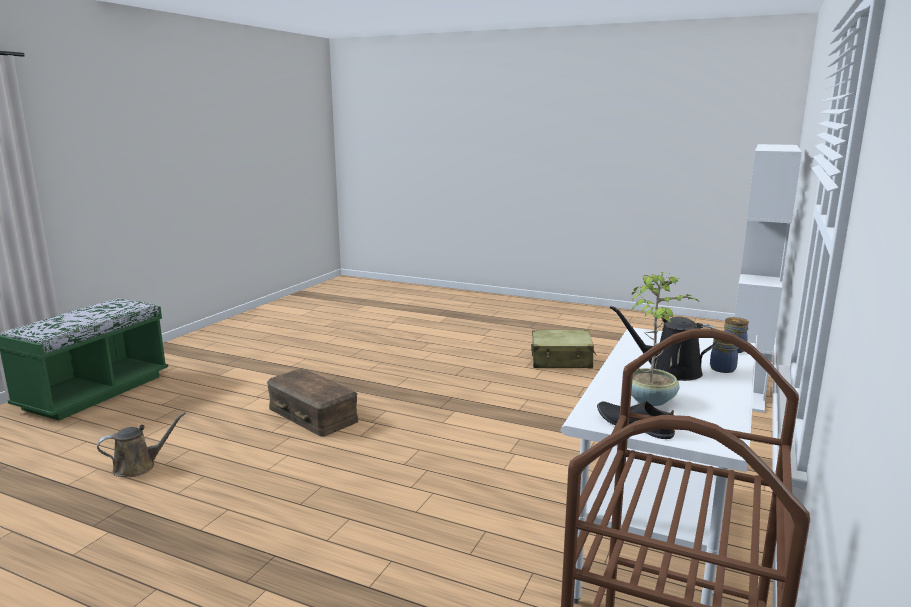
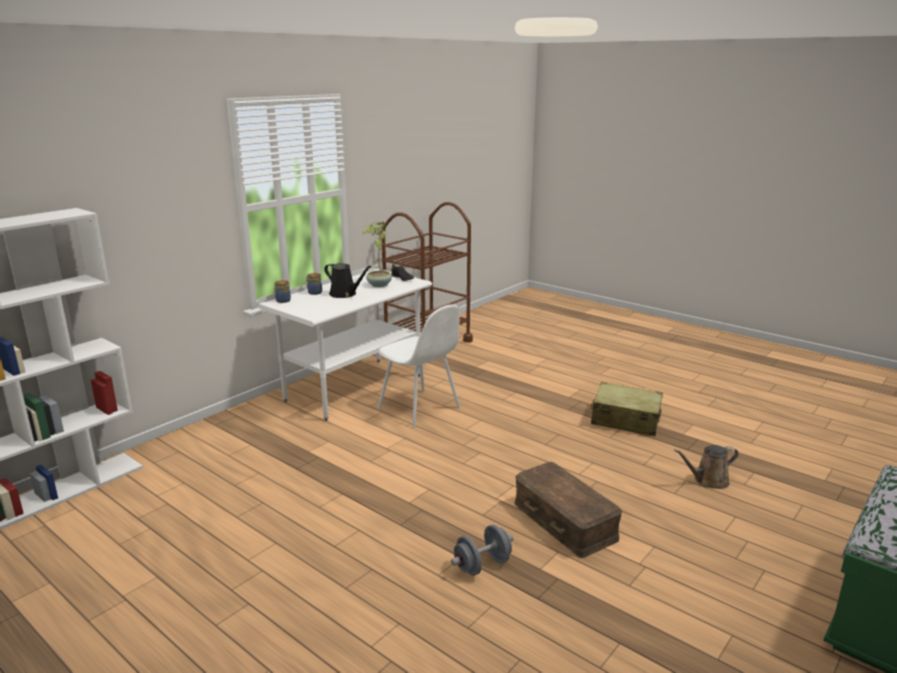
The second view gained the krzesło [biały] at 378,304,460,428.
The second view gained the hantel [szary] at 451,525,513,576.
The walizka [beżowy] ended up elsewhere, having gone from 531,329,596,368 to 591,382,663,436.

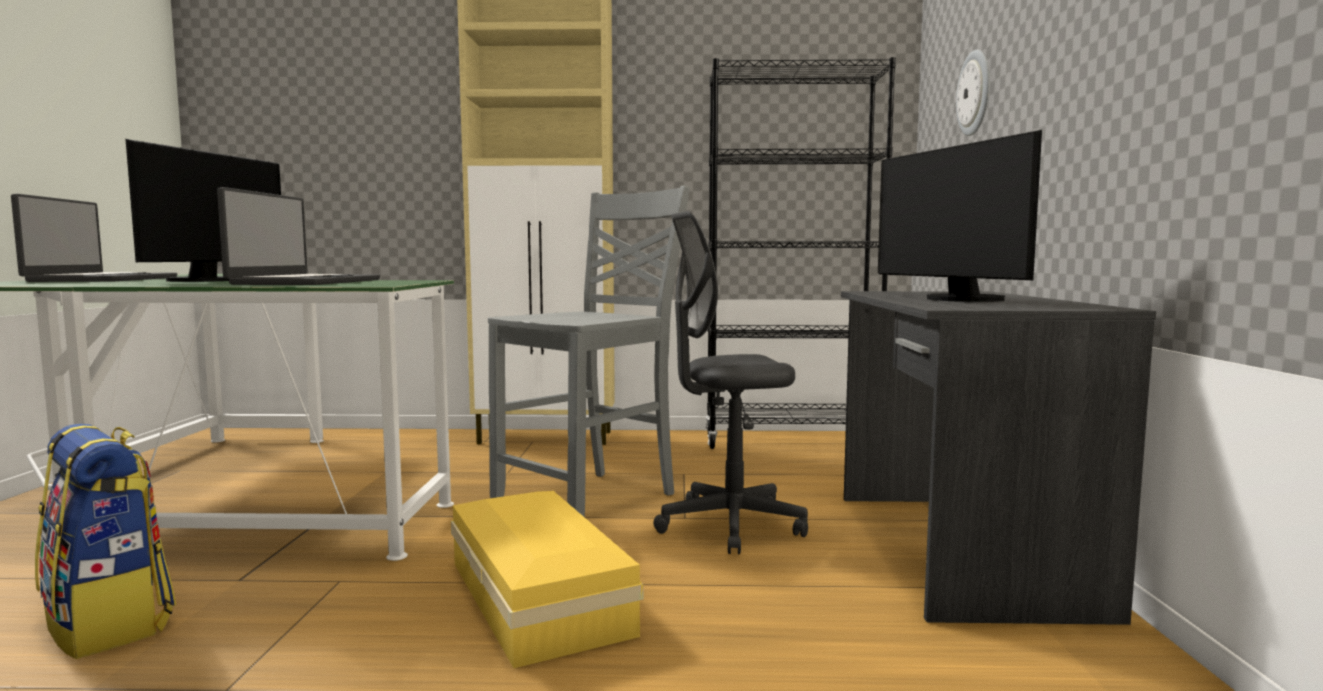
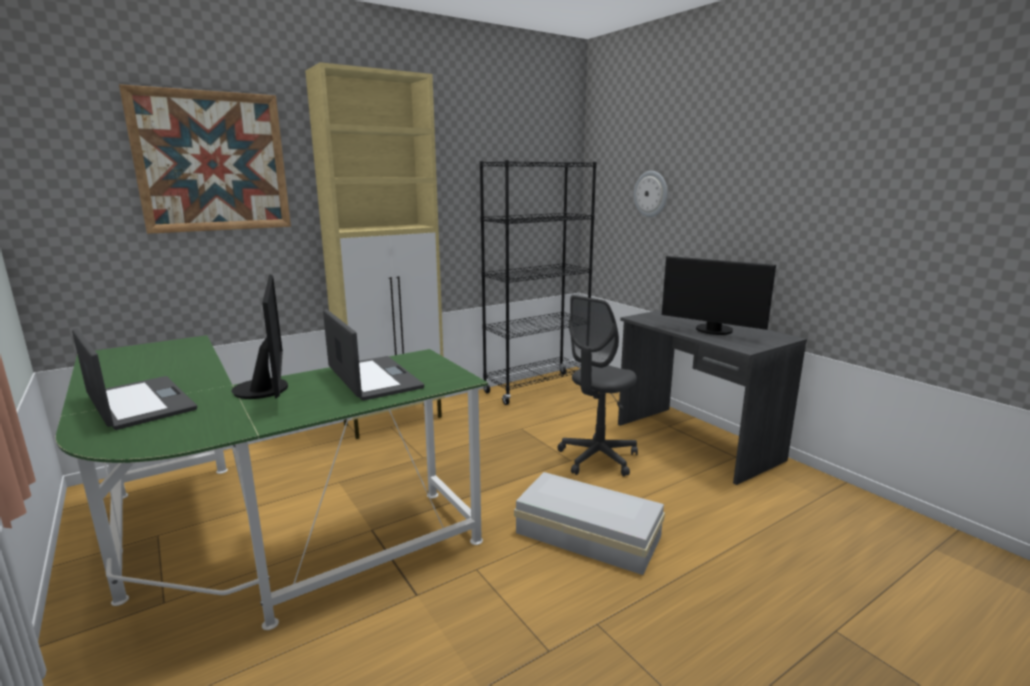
The second view gained the obraz at 119,84,291,234.
What was the pojemnik do przechowywania [żółty] at 451,491,643,668 turned into the pojemnik do przechowywania [biały] at 514,472,665,575.
The second view lost the plecak at 35,424,176,659.
The second view lost the krzesło [szary] at 488,186,690,517.

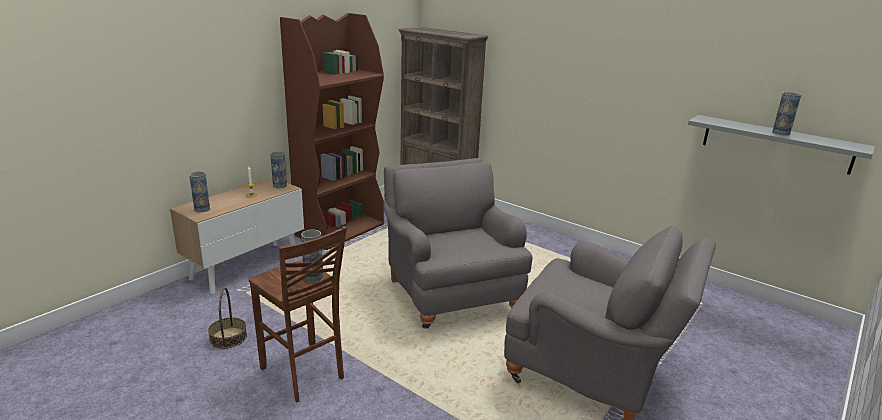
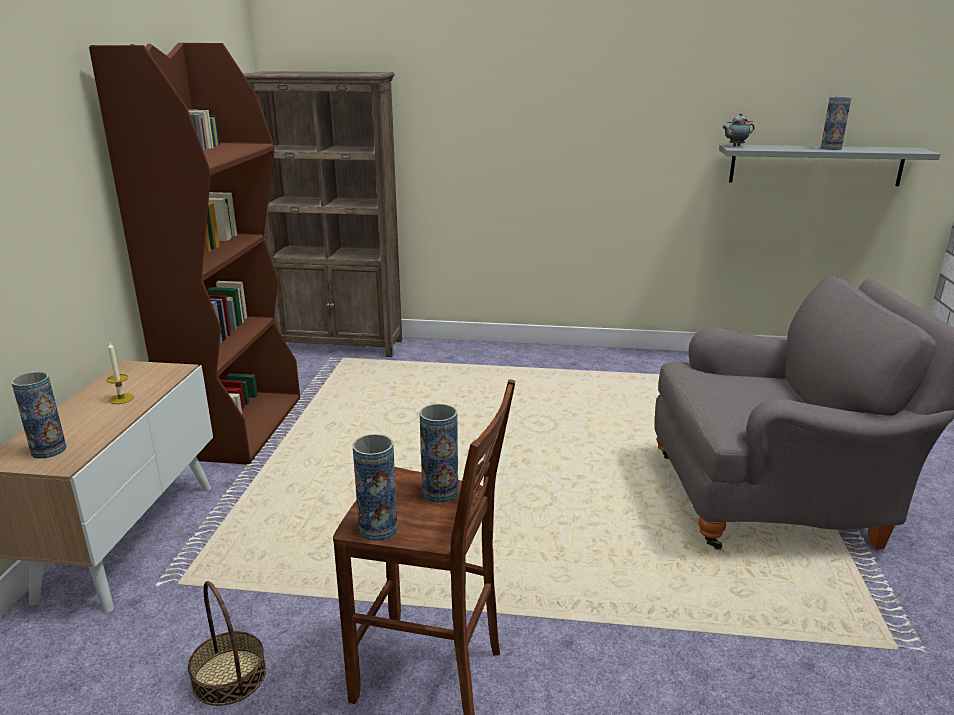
The wazon ended up elsewhere, having gone from 270,152,287,188 to 353,434,398,541.
The second view gained the imbryk at 722,113,755,146.
The second view lost the fotel [szary] at 383,158,533,329.

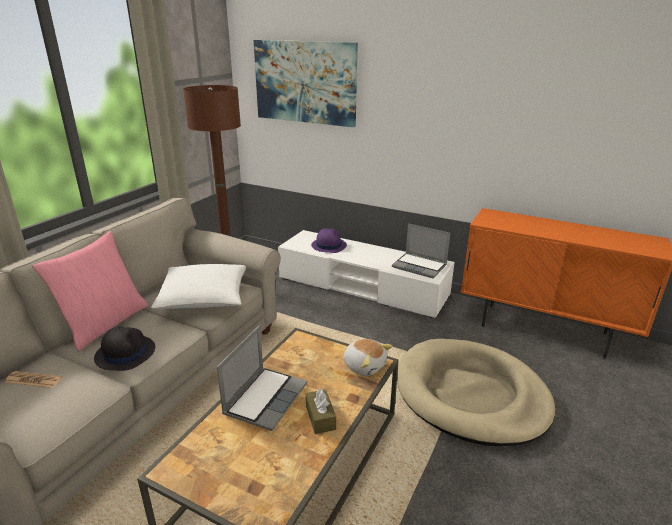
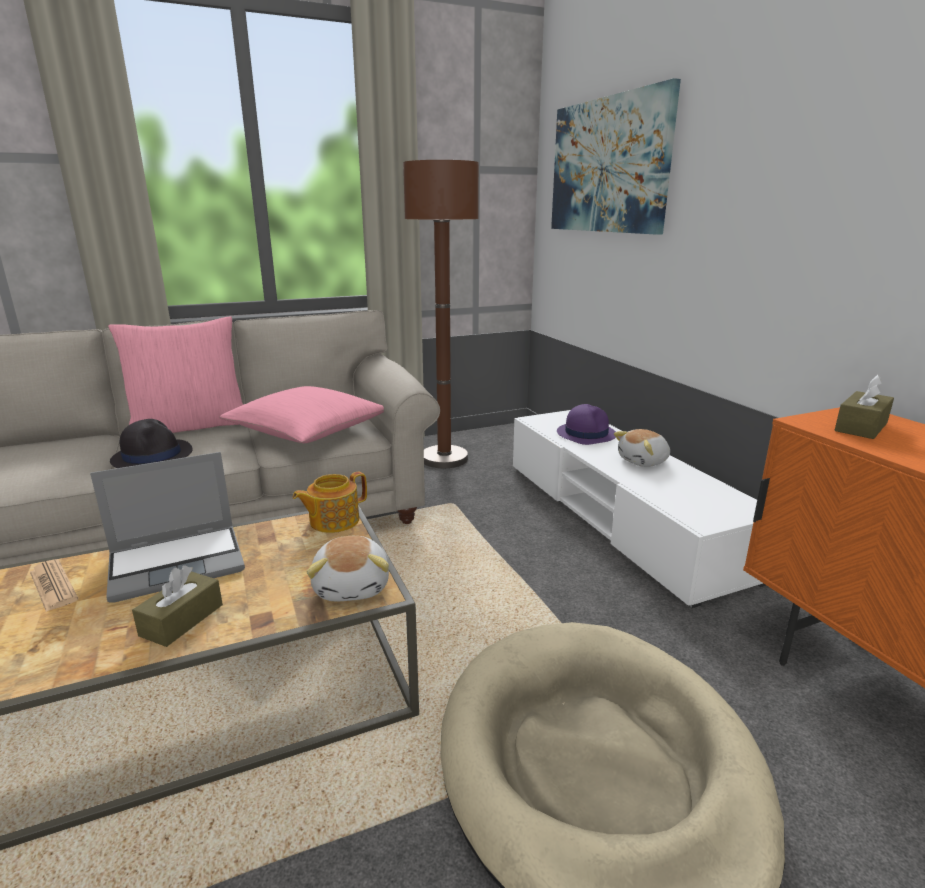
The gazeta ended up elsewhere, having gone from 5,371,62,388 to 30,559,78,612.
What was the poduszka [biały] at 151,264,246,309 turned into the poduszka [różowy] at 220,386,384,443.
The second view gained the imbryk at 293,472,367,533.
The second view gained the pluszak at 614,429,670,467.
The second view gained the pudełko chusteczek [brązowy] at 835,375,894,439.
The second view lost the laptop at 392,223,450,278.

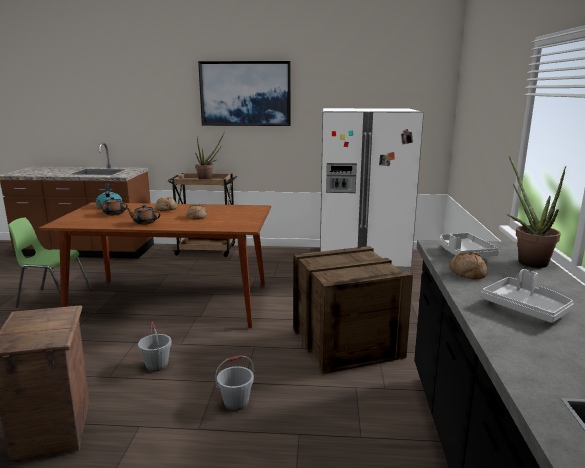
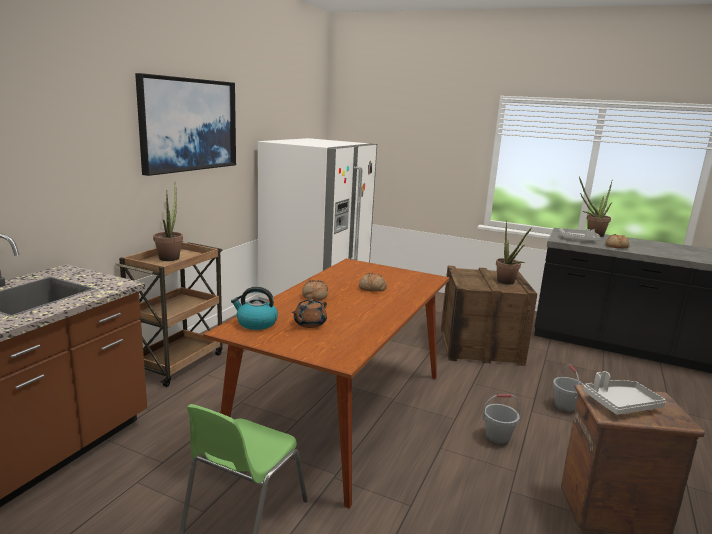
The second view gained the roślina doniczkowa at 496,220,532,285.
The taca [szary] ended up elsewhere, having gone from 481,269,574,323 to 583,371,666,415.
The second view lost the imbryk [brązowy] at 126,205,161,225.

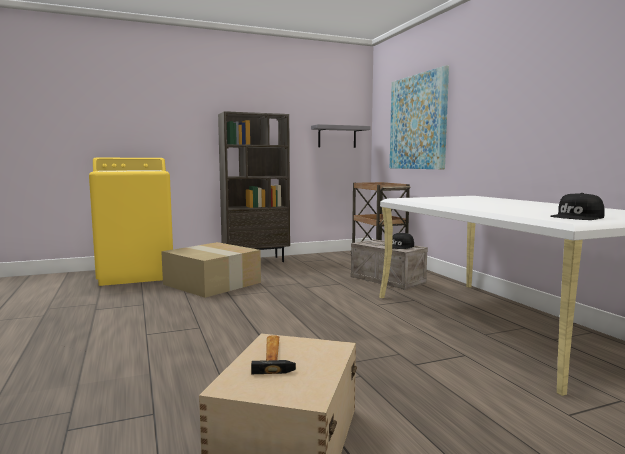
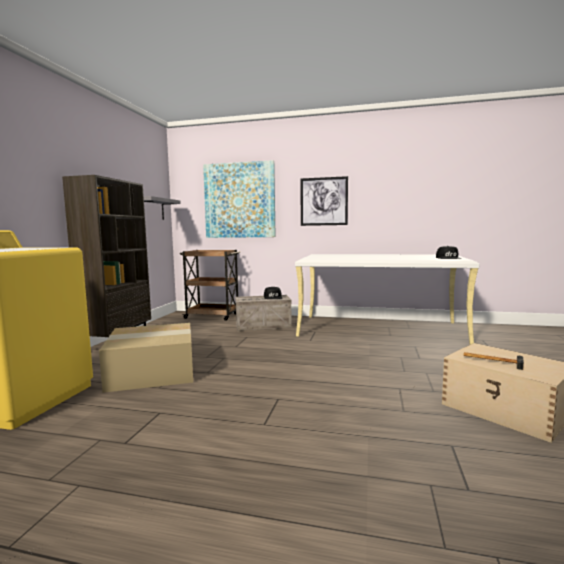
The second view gained the obraz at 300,176,348,226.

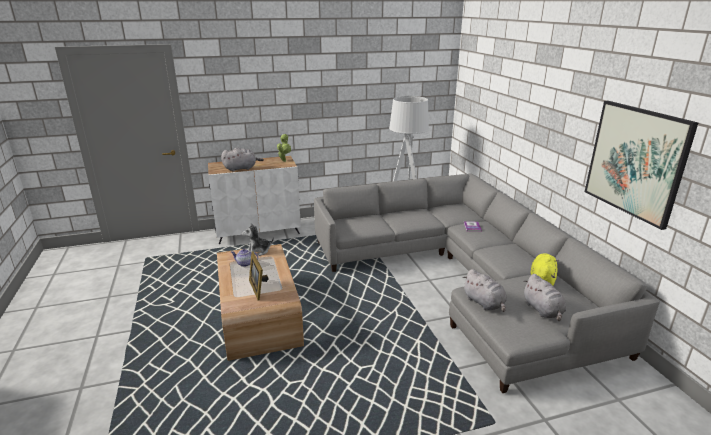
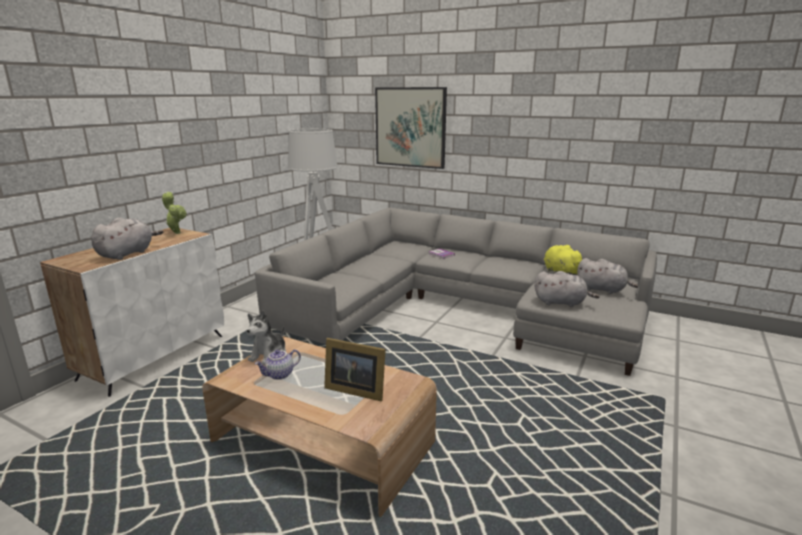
The obraz ended up elsewhere, having gone from 585,101,698,230 to 375,87,447,169.

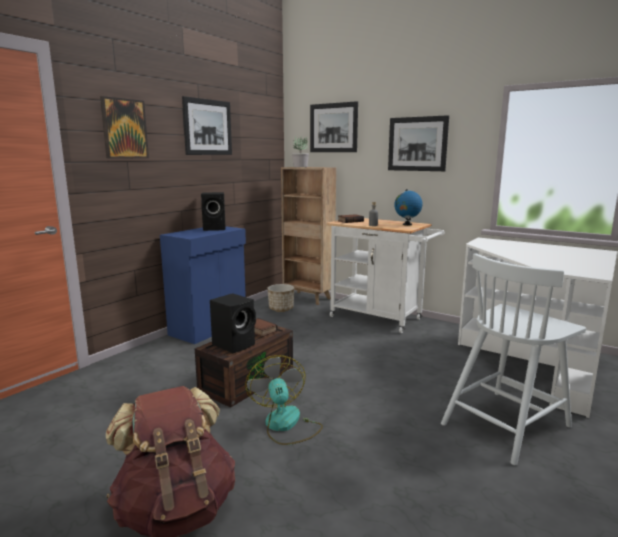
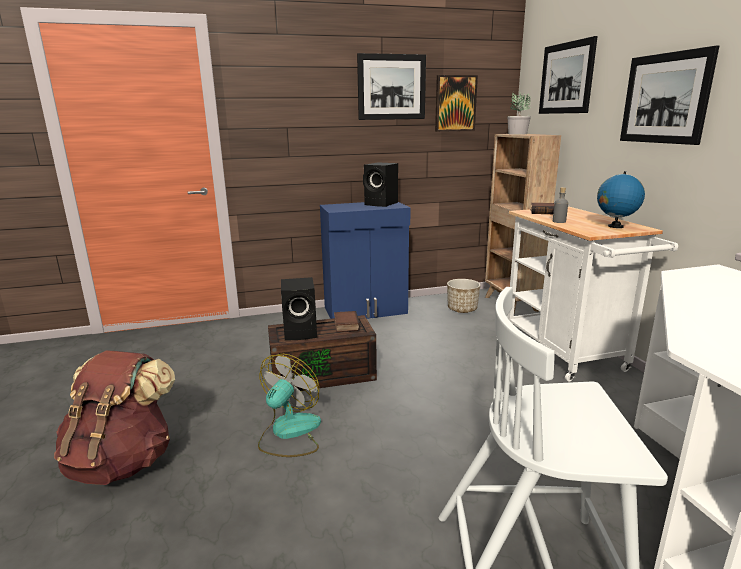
The obraz ended up elsewhere, having gone from 100,96,149,159 to 435,75,478,132.

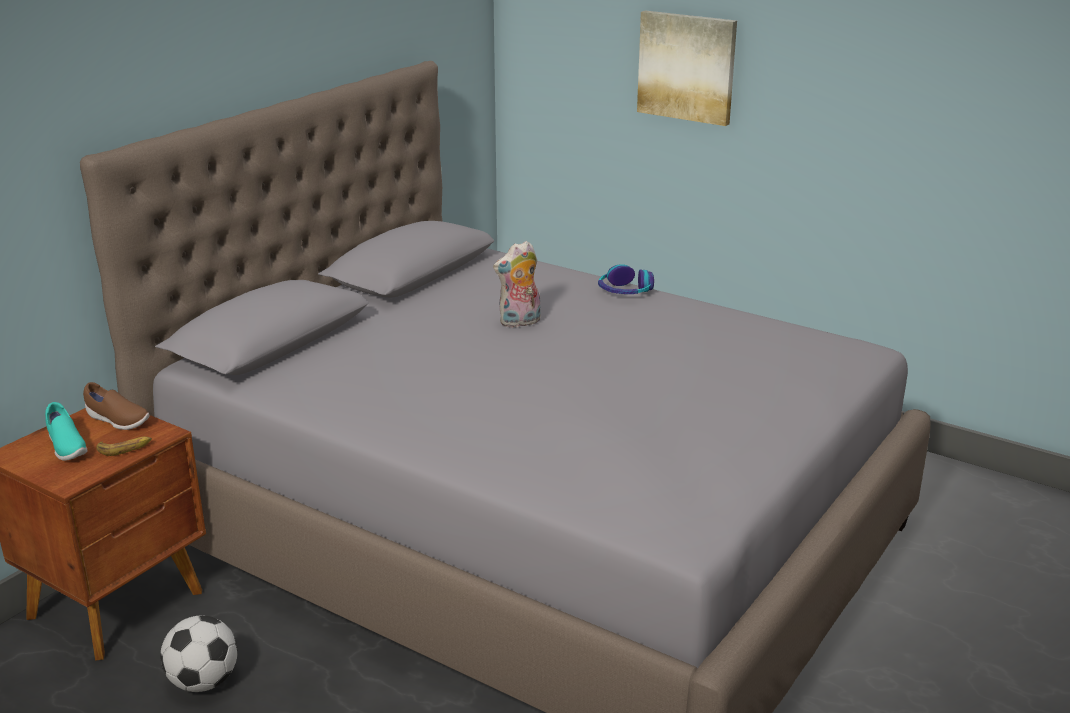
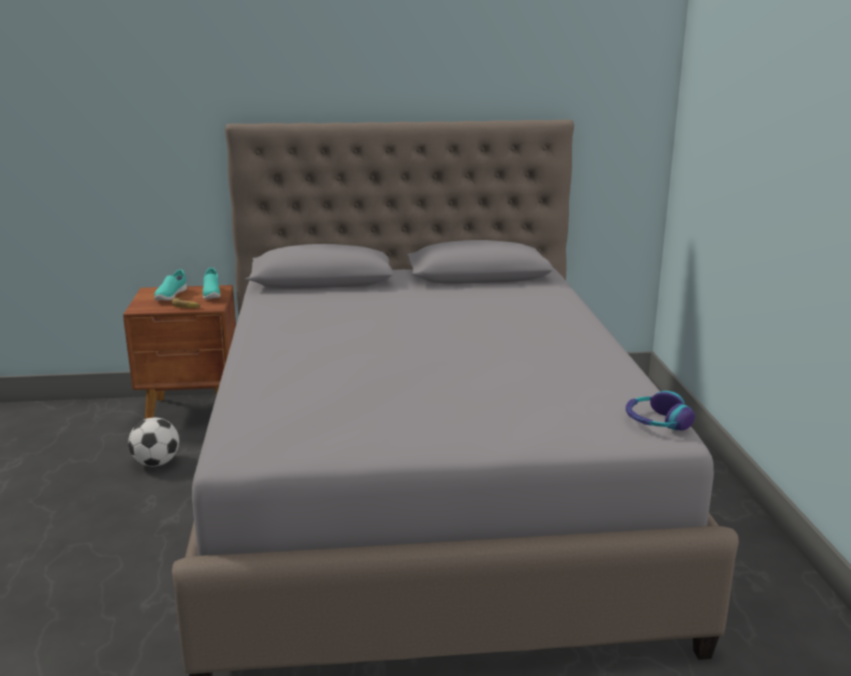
What was the but [brązowy] at 83,382,149,430 turned into the but [turkusowy] at 203,268,221,299.
The słuchawki ended up elsewhere, having gone from 598,264,654,294 to 626,391,695,430.
The second view lost the pluszak at 493,241,540,328.
The second view lost the obraz at 637,10,737,126.

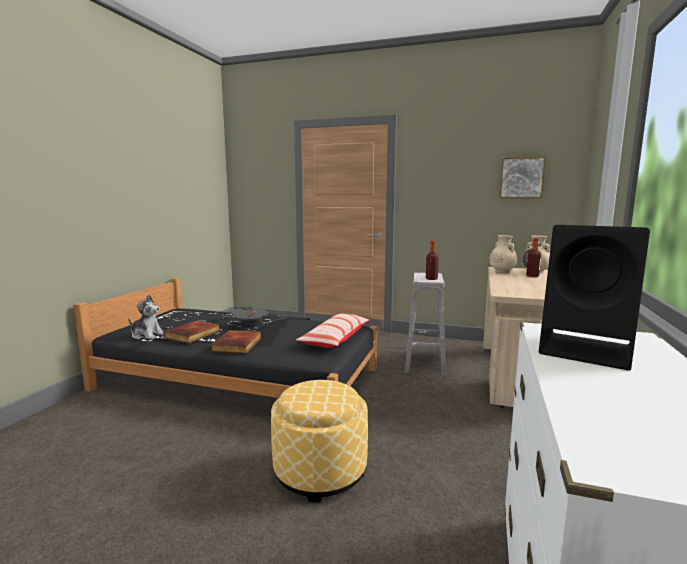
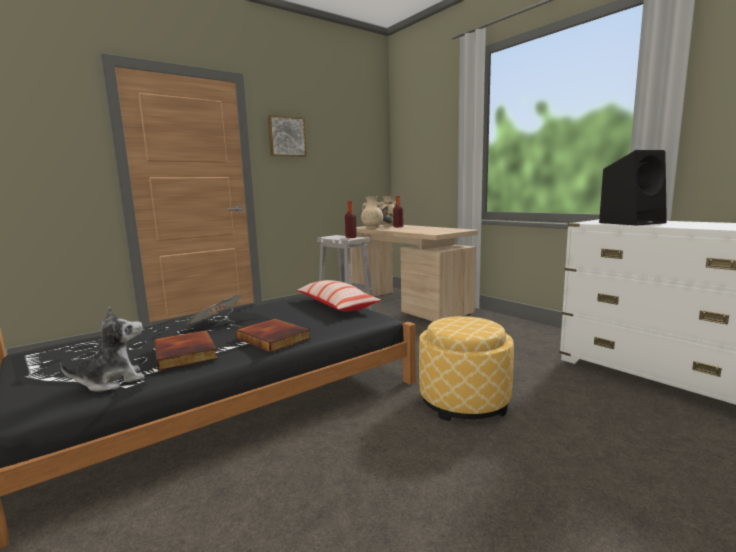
The obraz ended up elsewhere, having gone from 499,156,546,198 to 268,115,307,157.

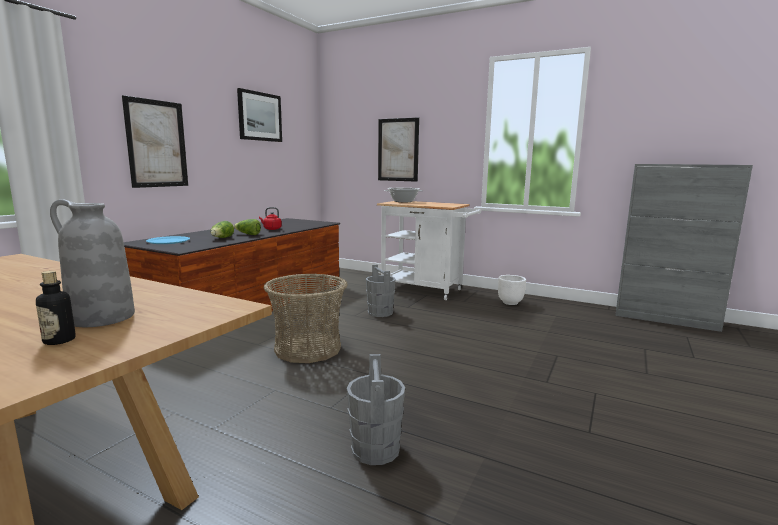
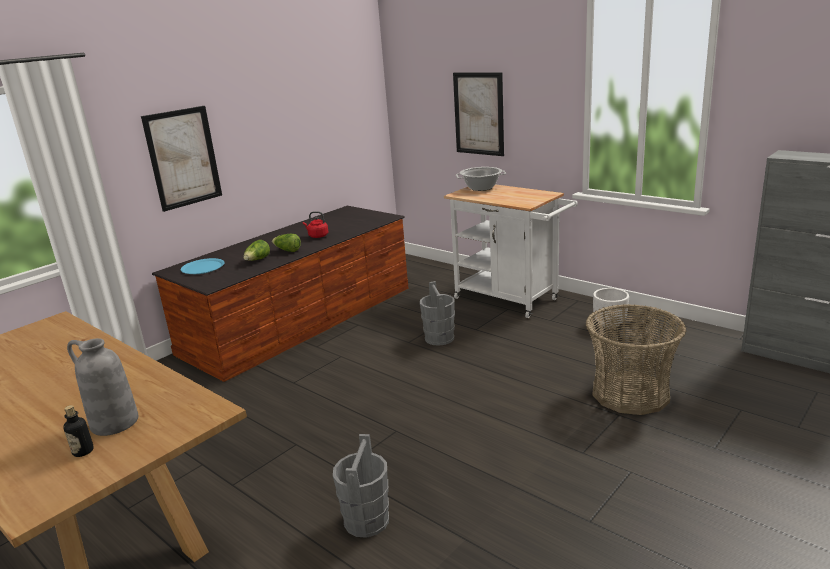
The koszyk ended up elsewhere, having gone from 264,274,348,363 to 586,304,686,415.
The second view lost the obraz at 237,88,282,142.

